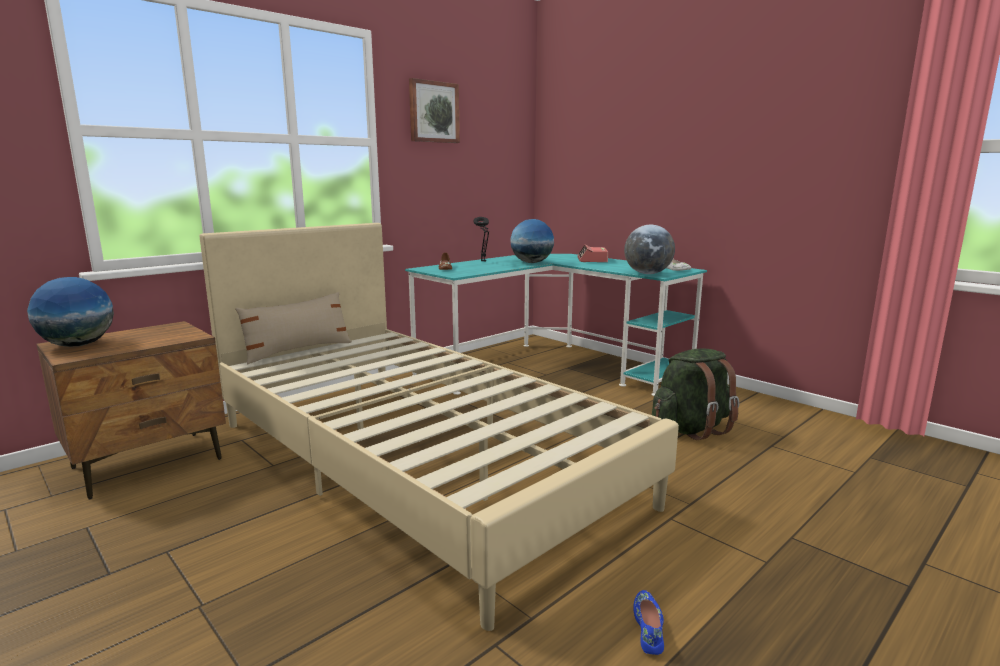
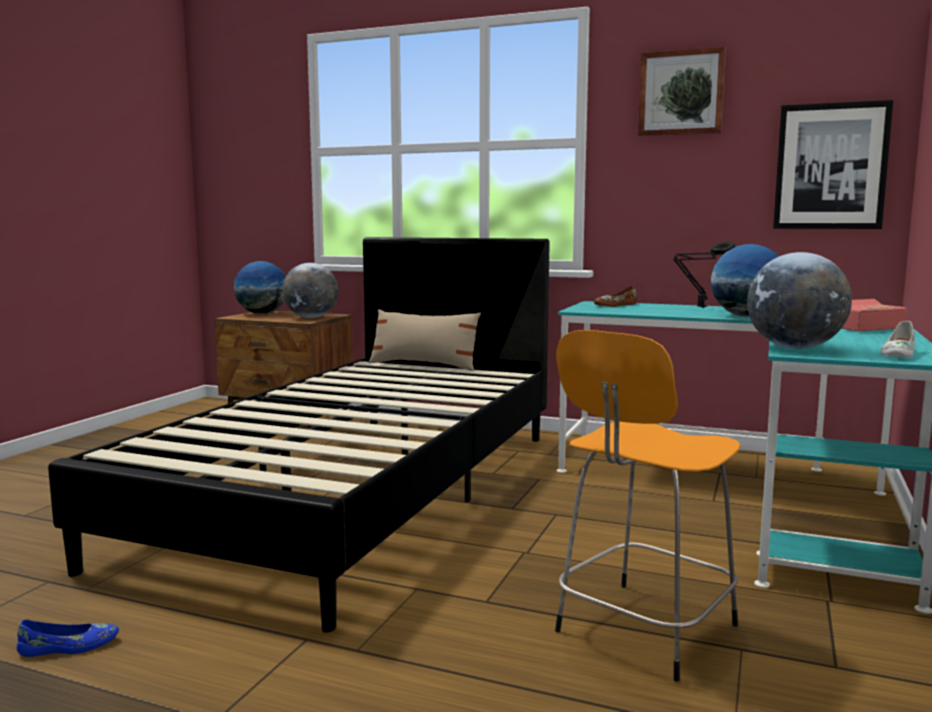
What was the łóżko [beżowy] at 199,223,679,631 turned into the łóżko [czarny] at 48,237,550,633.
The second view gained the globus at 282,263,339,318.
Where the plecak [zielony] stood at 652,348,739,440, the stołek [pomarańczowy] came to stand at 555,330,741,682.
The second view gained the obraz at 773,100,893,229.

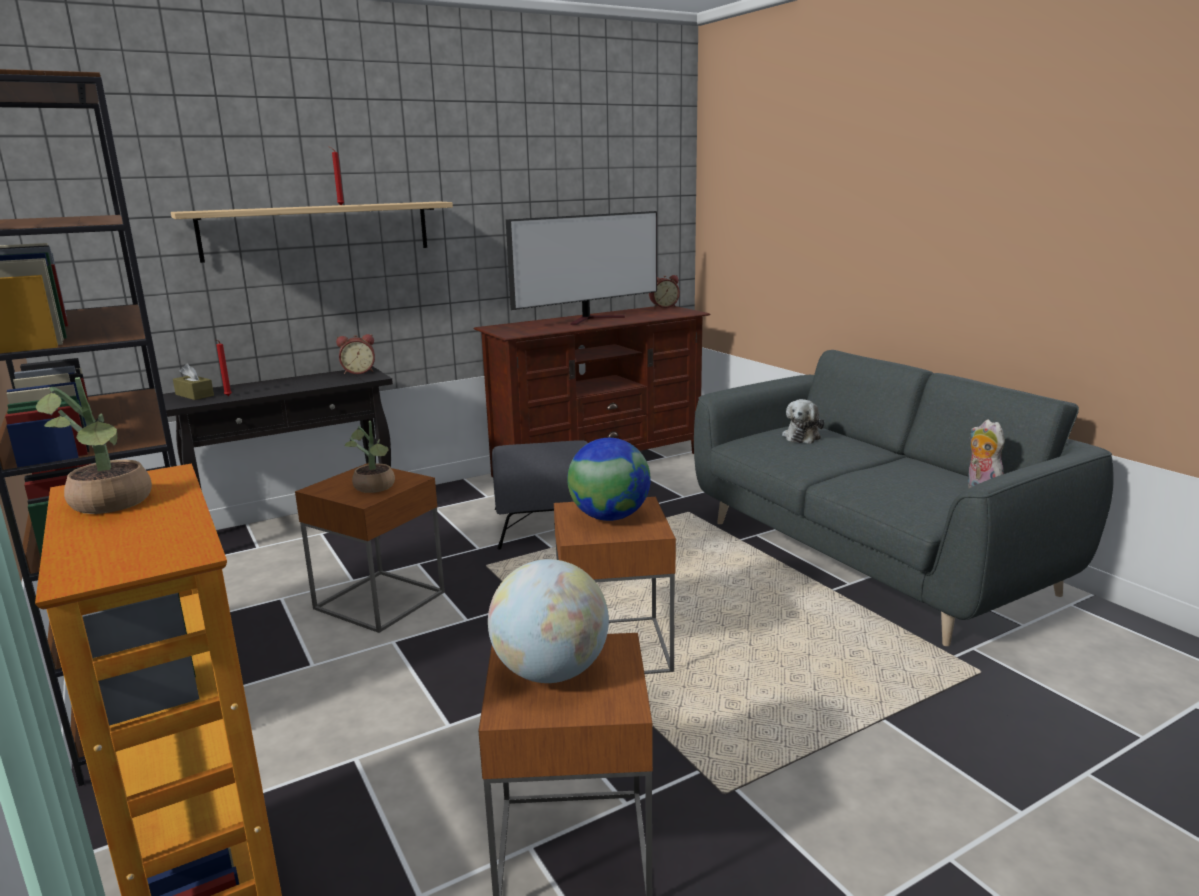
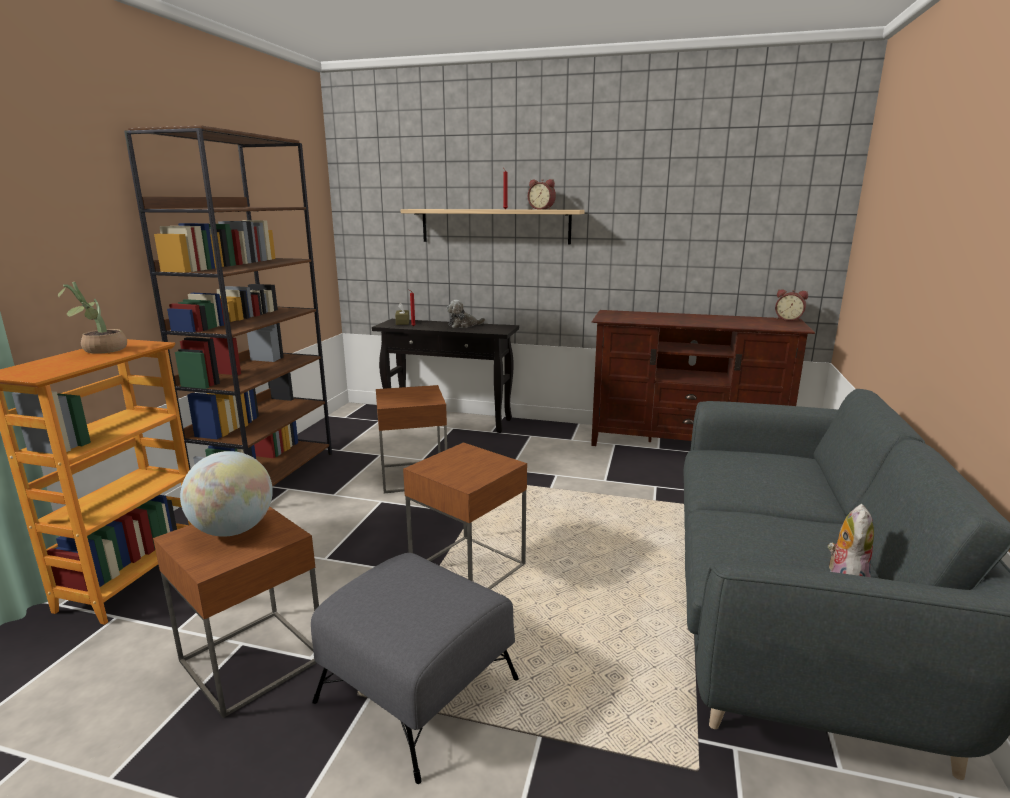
The pufa [szary] ended up elsewhere, having gone from 492,440,588,549 to 311,553,519,784.
The pluszak ended up elsewhere, having gone from 782,399,824,444 to 447,300,485,328.
The budzik ended up elsewhere, having gone from 336,334,375,374 to 528,179,556,209.
The second view lost the roślina doniczkowa at 345,421,395,493.
The second view lost the telewizor at 506,211,657,325.
The second view lost the globus at 567,438,651,521.

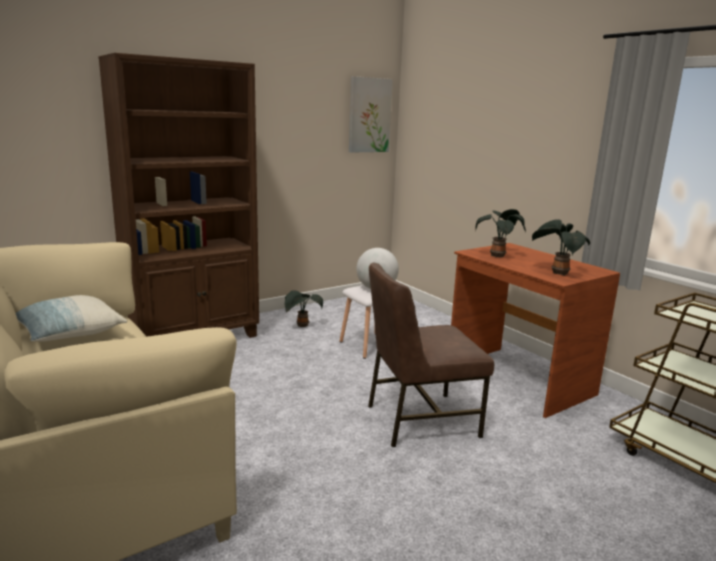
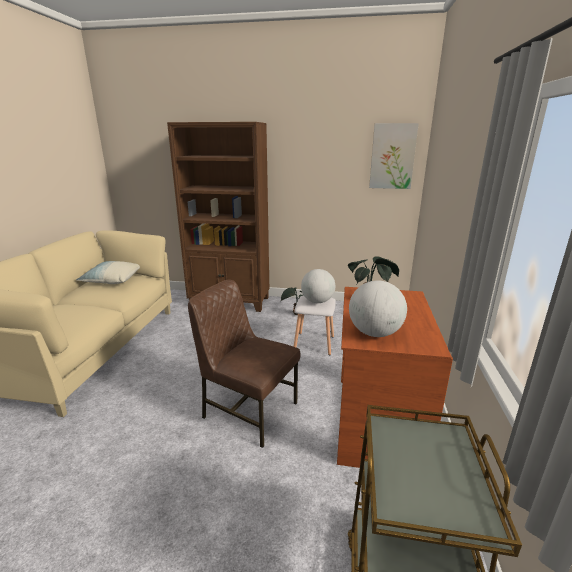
Where the roślina doniczkowa stood at 531,219,590,276, the globus came to stand at 349,280,407,337.

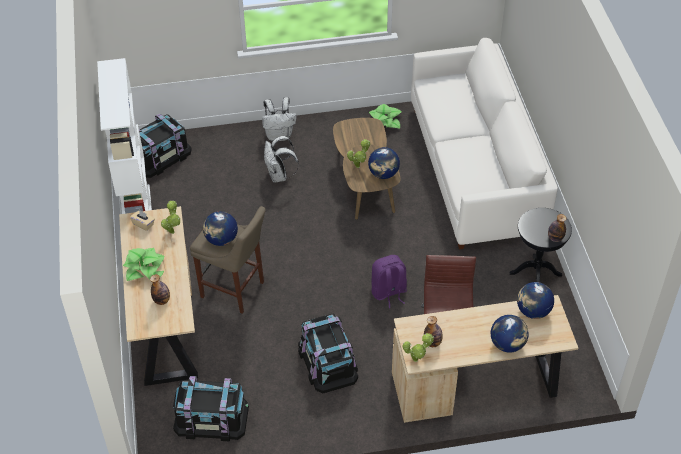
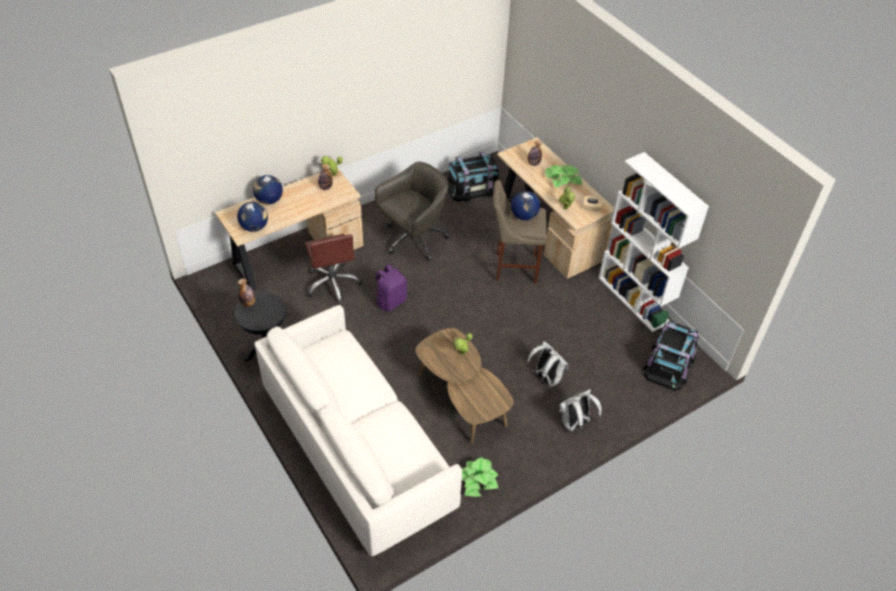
Where the pojemnik do przechowywania [czarny] stood at 298,314,358,393, the krzesło biurowe [szary] came to stand at 374,162,450,261.
The second view lost the globus at 368,147,400,179.

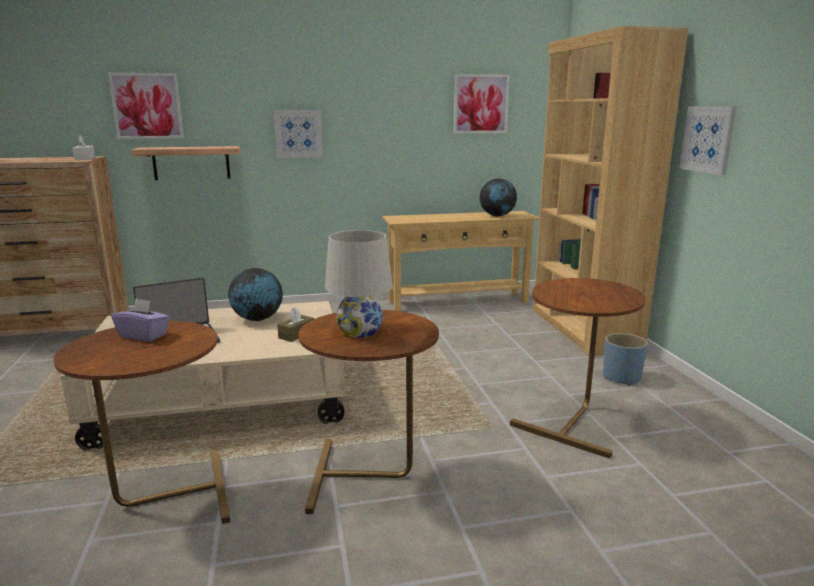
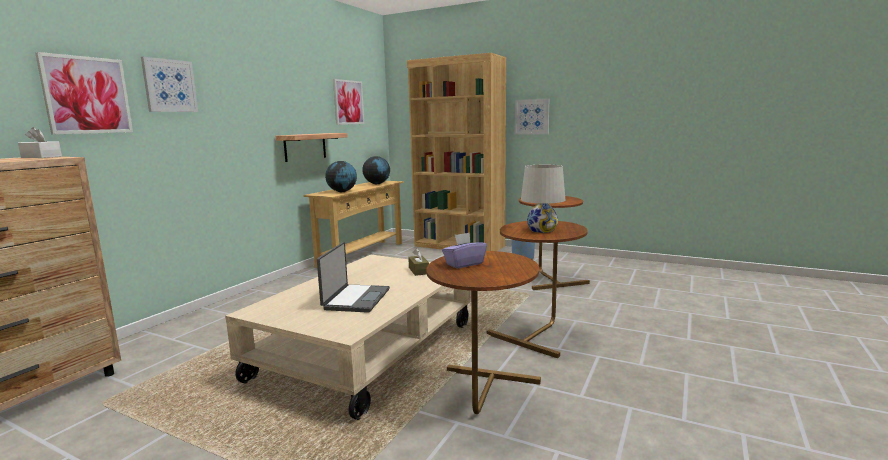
The obraz ended up elsewhere, having gone from 274,110,323,158 to 141,57,198,112.
The półka ended up elsewhere, having gone from 131,146,240,180 to 276,133,348,162.
The globus ended up elsewhere, having gone from 228,268,283,321 to 325,161,357,192.

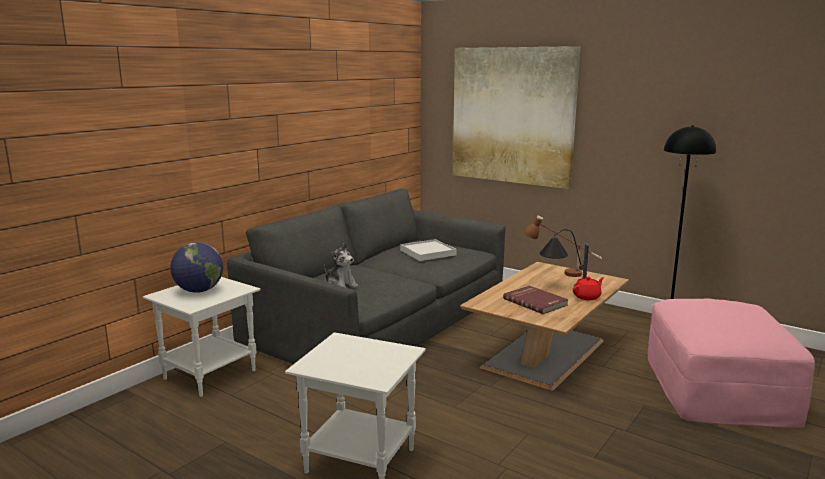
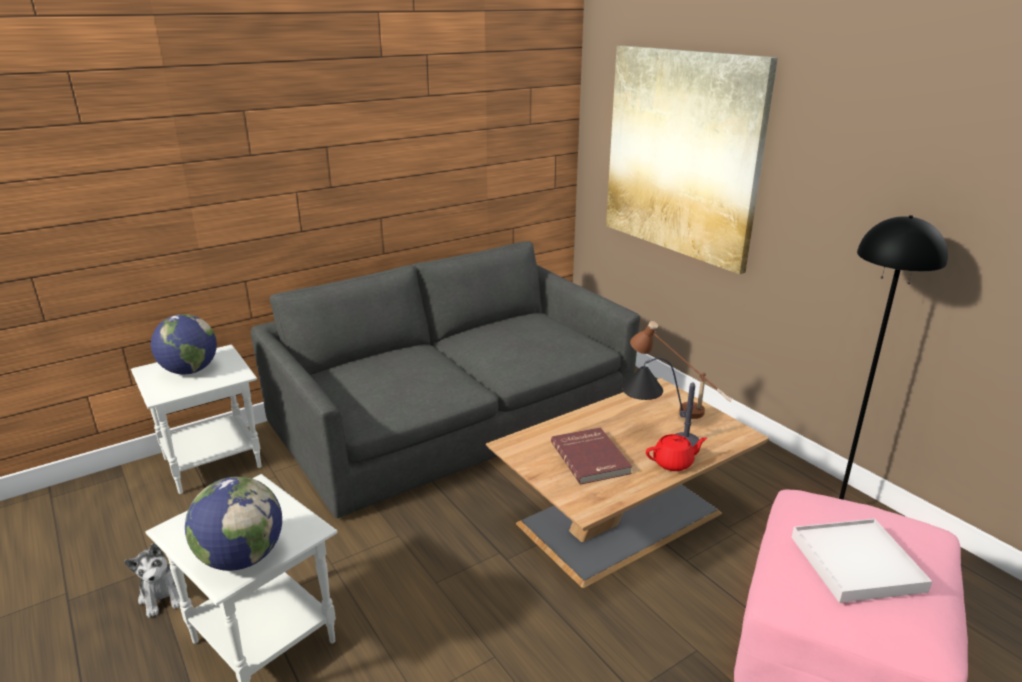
The pluszak ended up elsewhere, having gone from 324,243,358,288 to 124,543,187,618.
The second view gained the globus at 185,476,282,571.
The taca [biały] ended up elsewhere, having gone from 400,239,457,261 to 792,519,932,603.

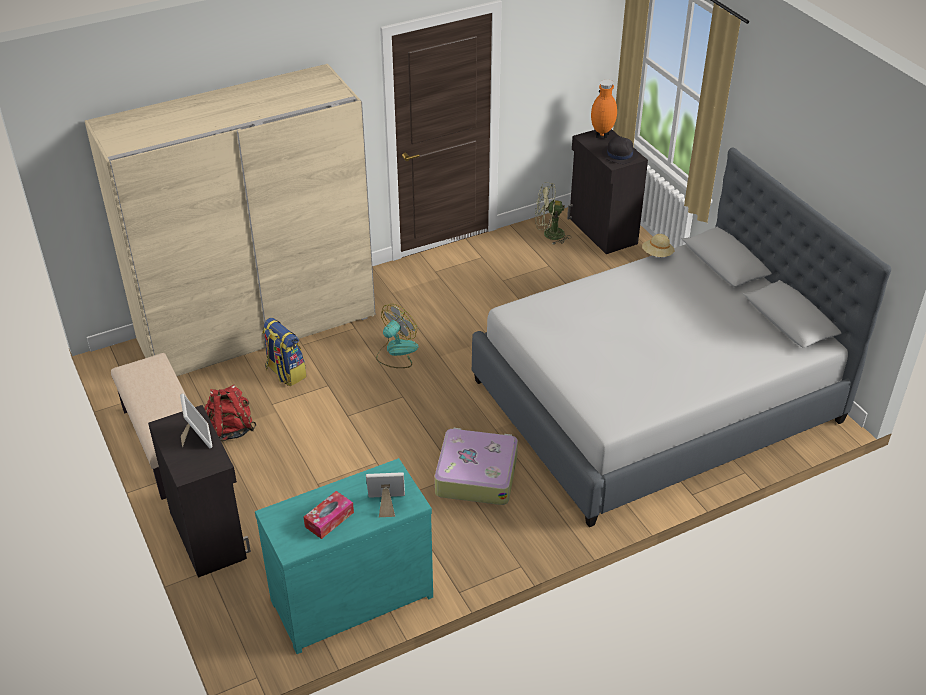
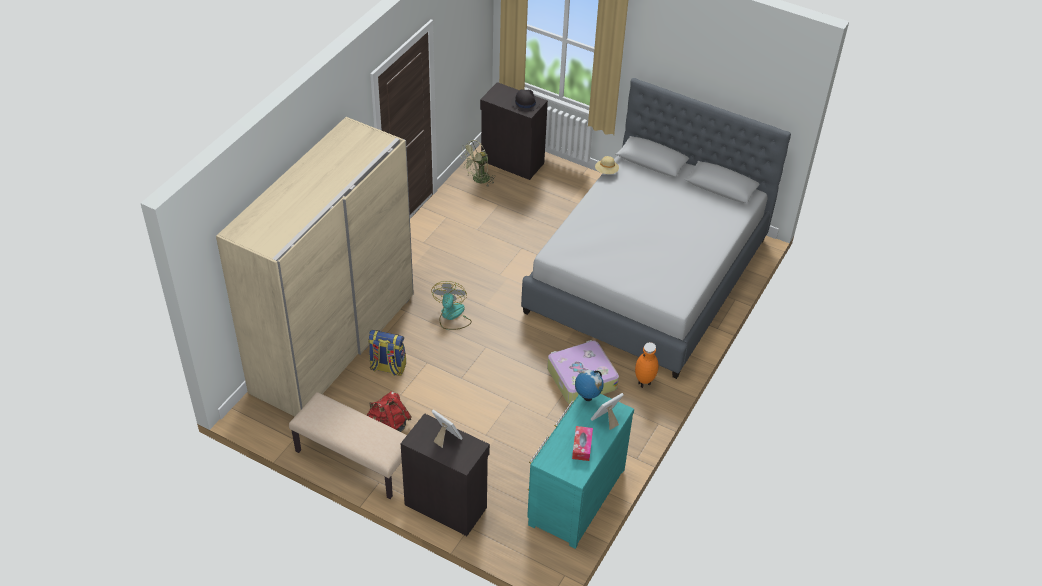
The second view gained the globus at 575,370,604,401.
The wazon [pomarańczowy] ended up elsewhere, having gone from 591,80,617,138 to 635,342,658,388.

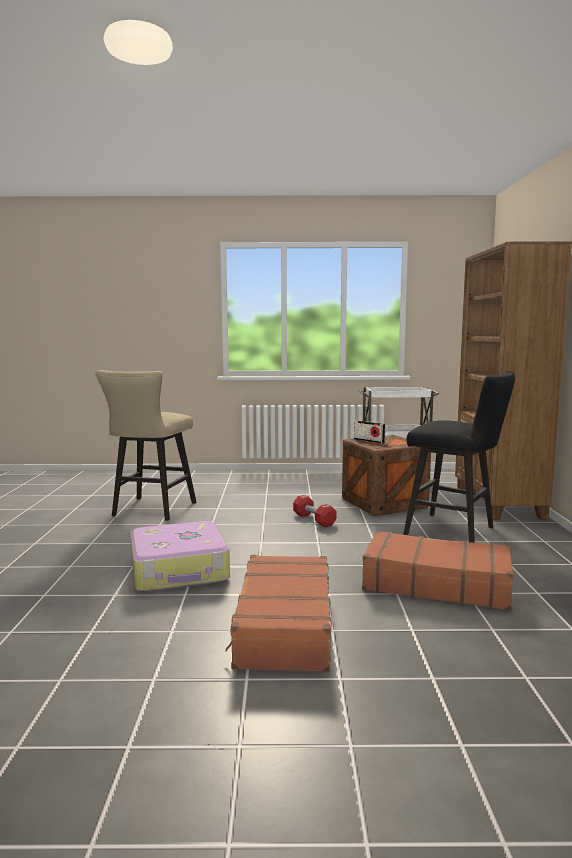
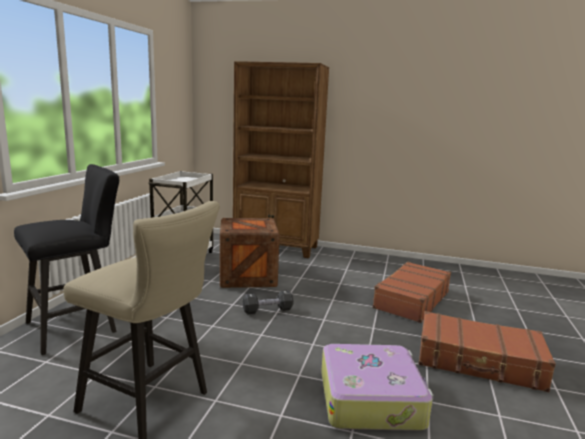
The stołek [czarny] ended up elsewhere, having gone from 403,371,515,543 to 14,164,119,355.
What was the hantel [czerwony] at 293,495,336,527 turned into the hantel [czarny] at 243,290,294,314.
The second view lost the radio at 354,420,385,444.

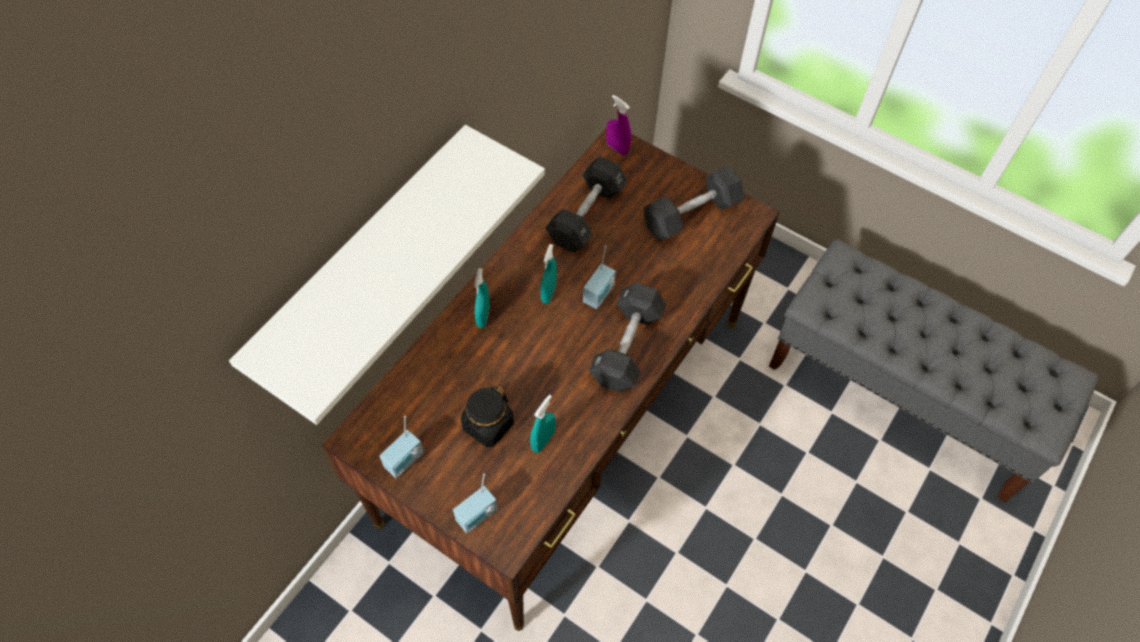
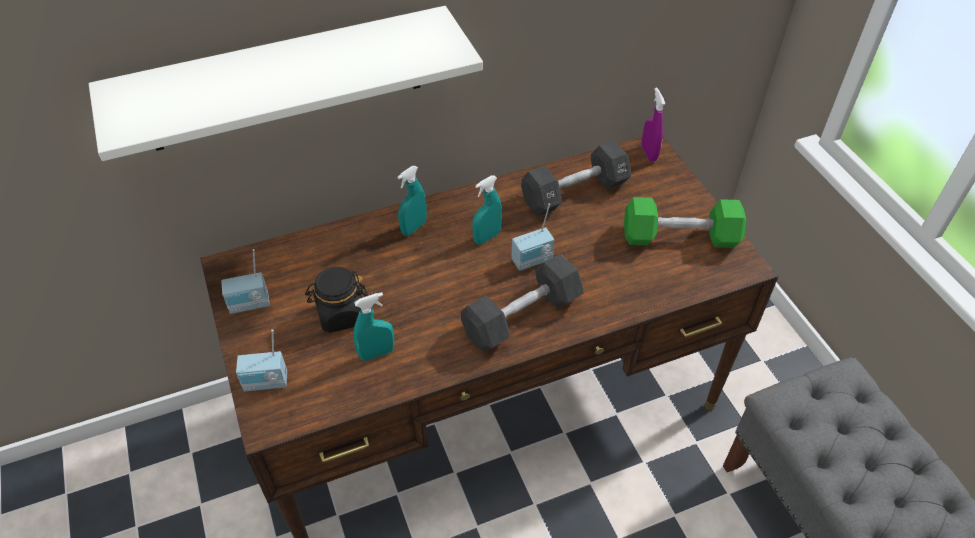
What was the hantel [czarny] at 644,166,744,241 turned into the hantel [zielony] at 624,197,746,248.

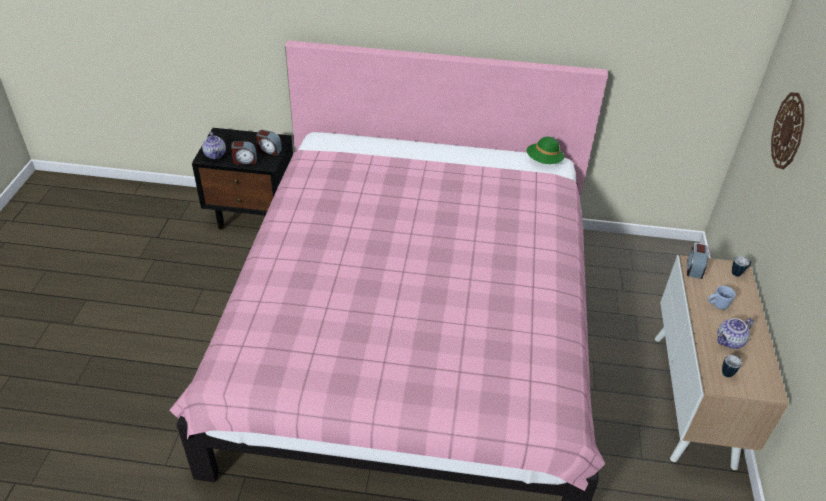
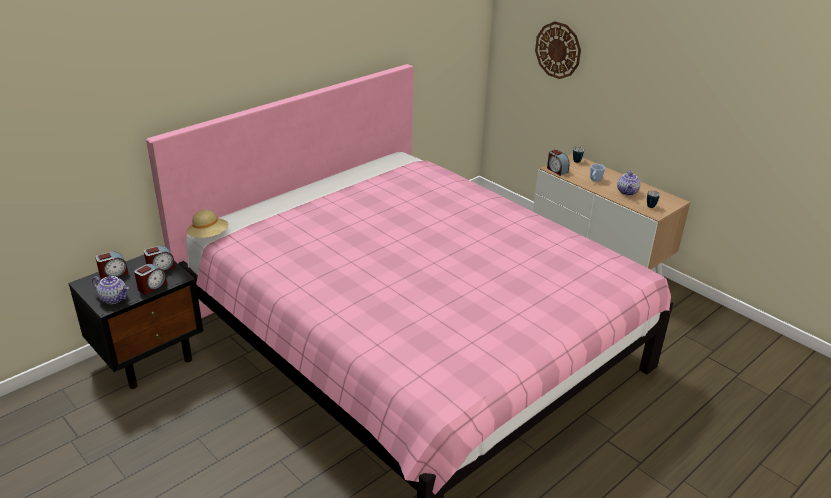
The second view gained the budzik at 95,251,128,279.
The second view gained the kapelusz [beżowy] at 187,209,228,238.
The second view lost the kapelusz [zielony] at 527,137,564,164.

